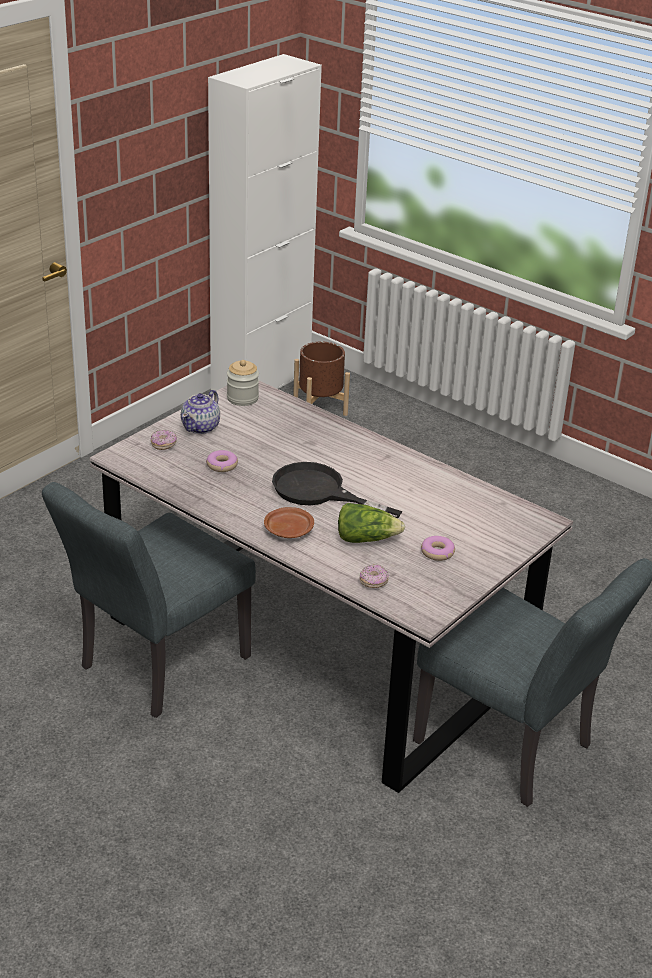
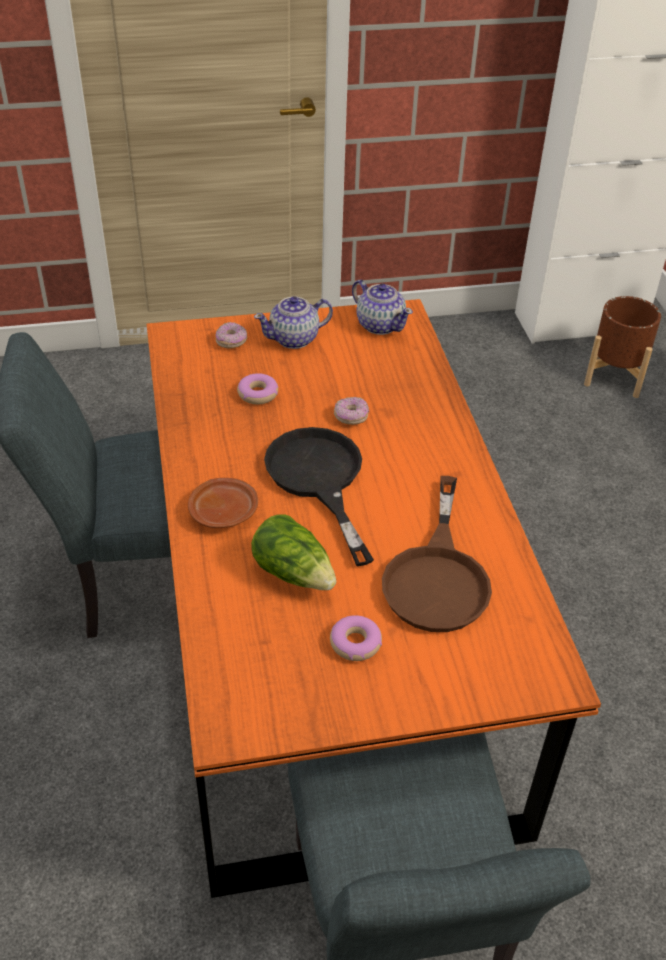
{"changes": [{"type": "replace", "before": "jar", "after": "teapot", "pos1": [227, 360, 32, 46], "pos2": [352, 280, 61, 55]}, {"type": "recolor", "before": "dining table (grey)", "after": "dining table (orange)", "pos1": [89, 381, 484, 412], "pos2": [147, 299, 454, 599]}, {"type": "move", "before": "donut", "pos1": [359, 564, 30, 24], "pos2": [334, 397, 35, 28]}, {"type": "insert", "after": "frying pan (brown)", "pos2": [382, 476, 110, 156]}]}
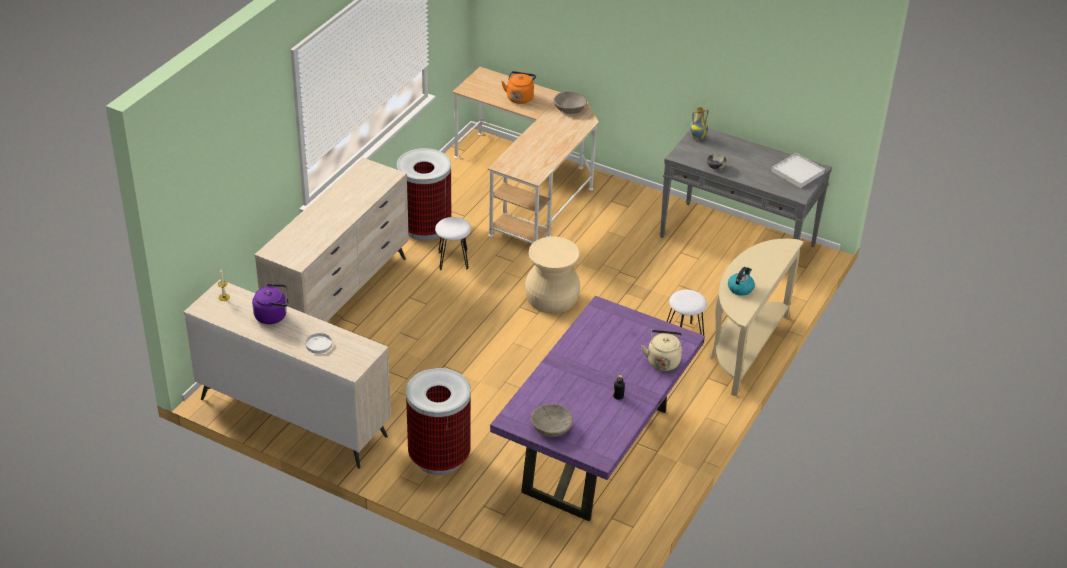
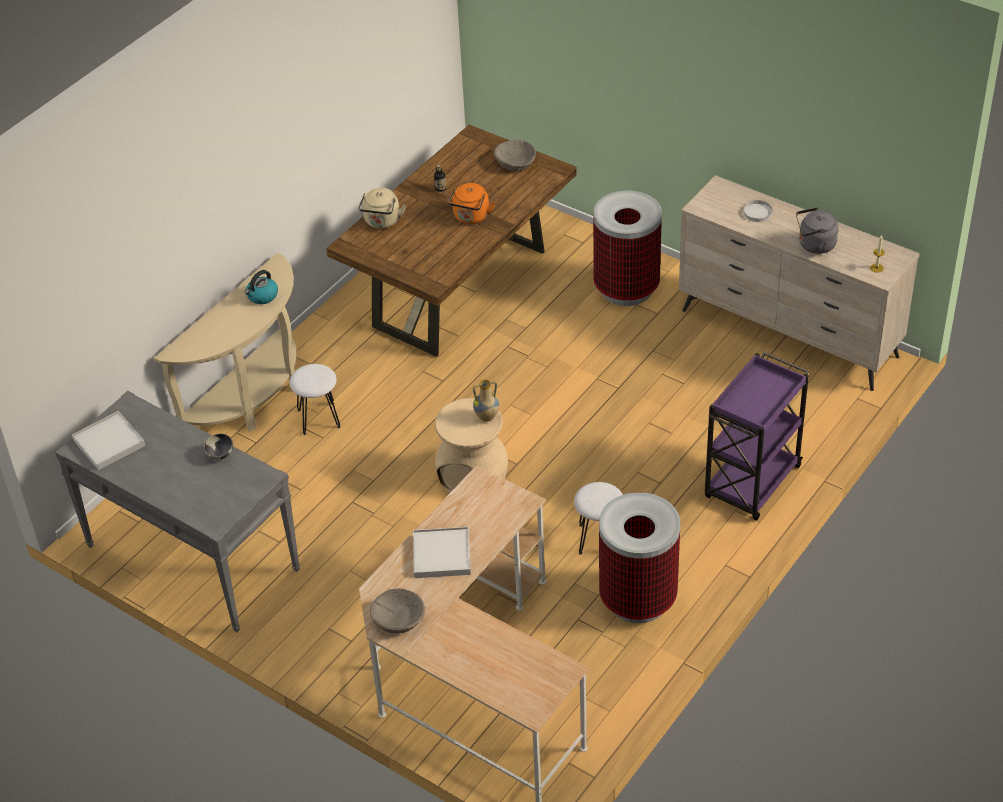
{"changes": [{"type": "move", "before": "kettle (orange)", "pos1": [501, 71, 35, 33], "pos2": [448, 183, 47, 41]}, {"type": "move", "before": "vase", "pos1": [689, 107, 20, 34], "pos2": [473, 380, 26, 42]}, {"type": "replace", "before": "dresser (beige)", "after": "cart (purple)", "pos1": [255, 158, 154, 164], "pos2": [705, 352, 104, 169]}, {"type": "recolor", "before": "kettle (purple)", "after": "kettle (grey)", "pos1": [252, 284, 36, 40], "pos2": [796, 207, 43, 47]}, {"type": "recolor", "before": "dining table (purple)", "after": "dining table (brown)", "pos1": [490, 296, 215, 225], "pos2": [326, 125, 251, 232]}, {"type": "insert", "after": "tray (white)", "pos2": [413, 527, 58, 51]}]}
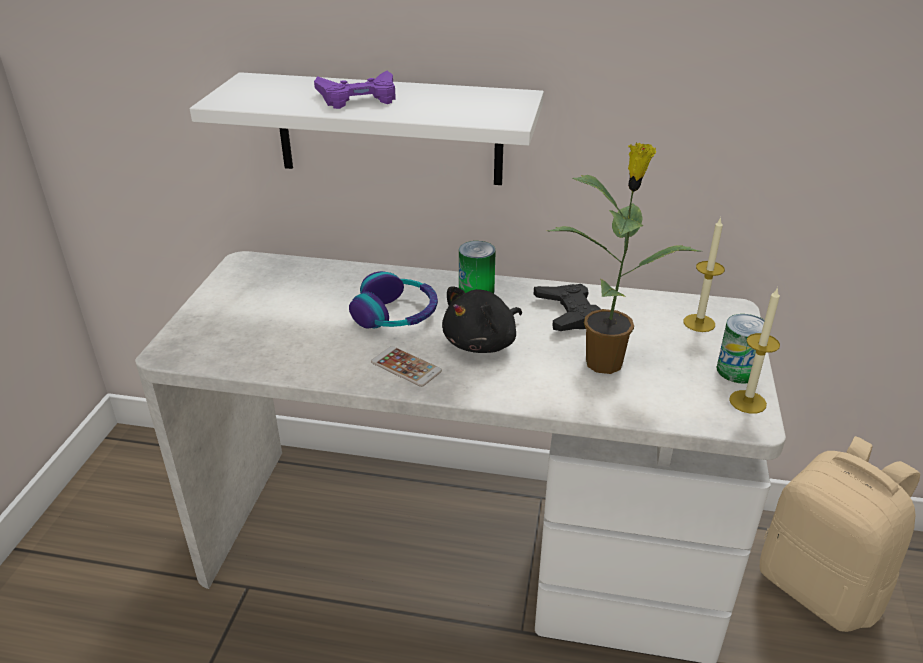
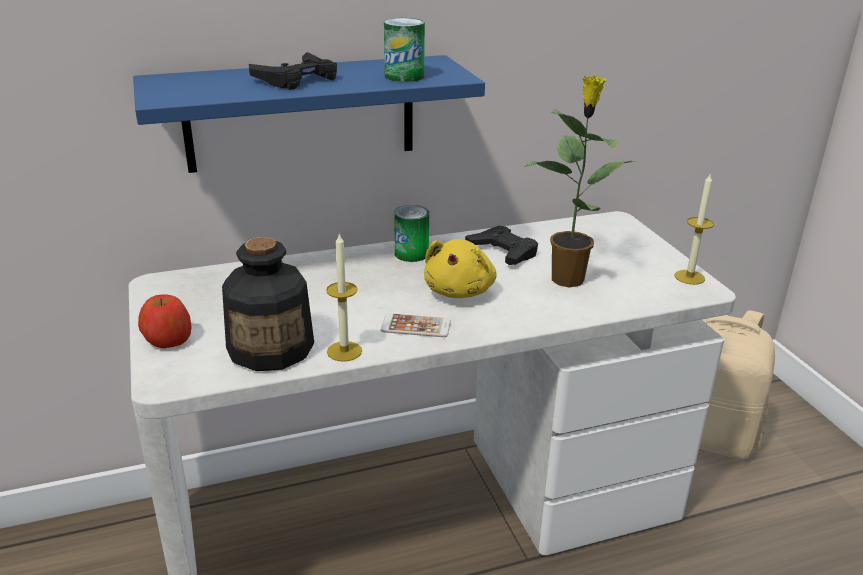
{"changes": [{"type": "recolor", "before": "game controller (purple)", "after": "game controller (black)", "pos1": [314, 71, 82, 38], "pos2": [249, 52, 88, 38]}, {"type": "recolor", "before": "shelf (white)", "after": "shelf (blue)", "pos1": [190, 72, 354, 113], "pos2": [133, 55, 352, 118]}, {"type": "move", "before": "candle", "pos1": [684, 217, 41, 115], "pos2": [326, 233, 36, 129]}, {"type": "delete", "before": "headphones", "pos1": [349, 271, 89, 58]}, {"type": "recolor", "before": "plush toy (black)", "after": "plush toy (yellow)", "pos1": [442, 286, 80, 67], "pos2": [424, 239, 73, 59]}, {"type": "move", "before": "can", "pos1": [716, 314, 49, 70], "pos2": [384, 18, 41, 64]}, {"type": "insert", "after": "bottle", "pos2": [222, 237, 92, 134]}, {"type": "insert", "after": "apple", "pos2": [138, 294, 54, 54]}]}
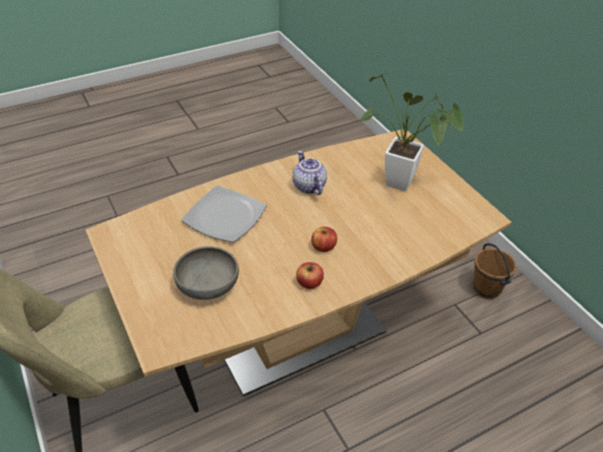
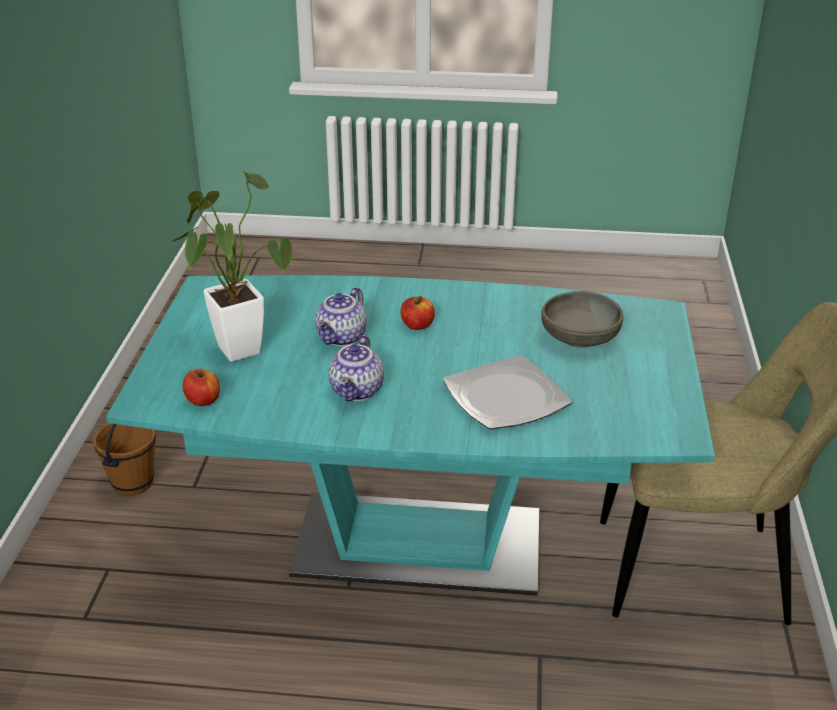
{"changes": [{"type": "recolor", "before": "dining table (brown)", "after": "dining table (turquoise)", "pos1": [86, 129, 425, 268], "pos2": [106, 275, 609, 321]}, {"type": "move", "before": "apple", "pos1": [296, 262, 28, 27], "pos2": [183, 369, 37, 37]}, {"type": "insert", "after": "teapot", "pos2": [315, 287, 52, 60]}]}
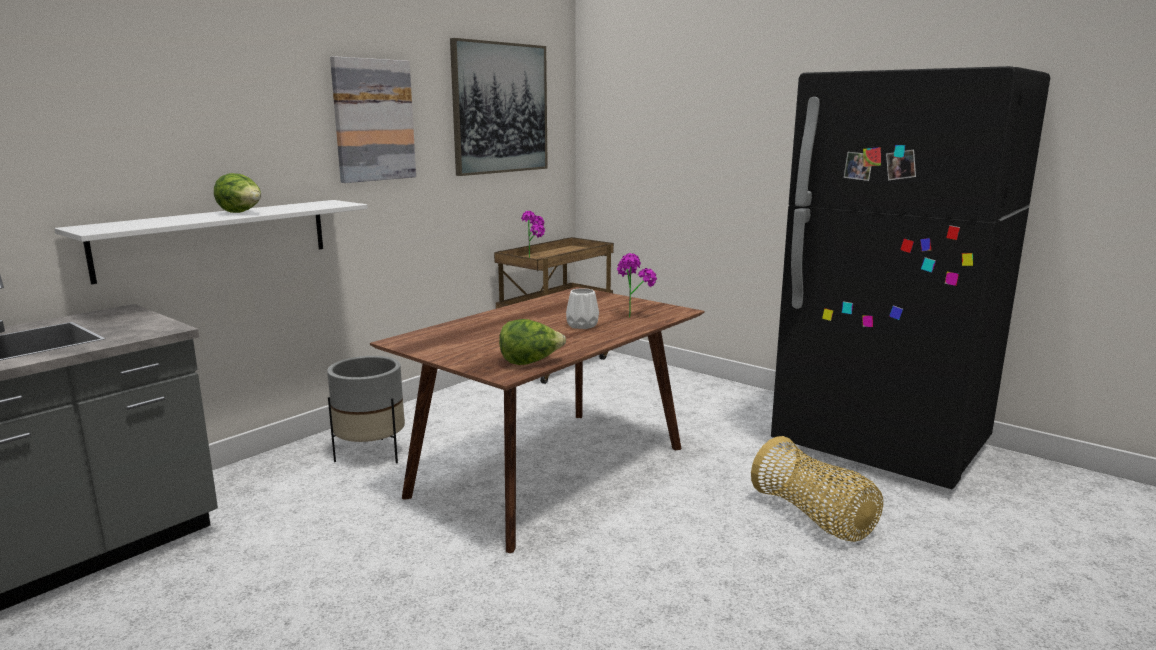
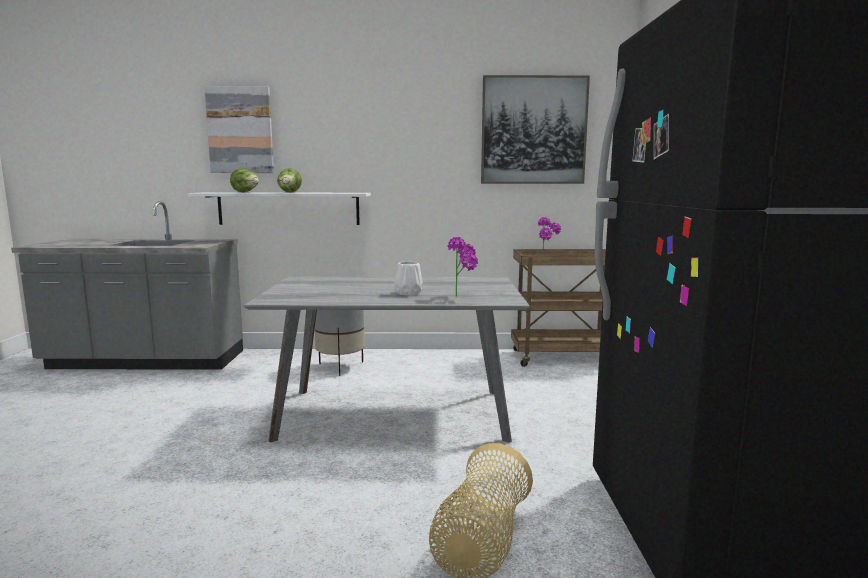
{"changes": [{"type": "move", "before": "picture", "pos1": [330, 56, 86, 127], "pos2": [204, 86, 70, 87]}, {"type": "recolor", "before": "dining table (brown)", "after": "dining table (grey)", "pos1": [370, 287, 334, 266], "pos2": [244, 277, 286, 166]}, {"type": "move", "before": "lettuce", "pos1": [499, 319, 67, 46], "pos2": [230, 168, 29, 24]}]}
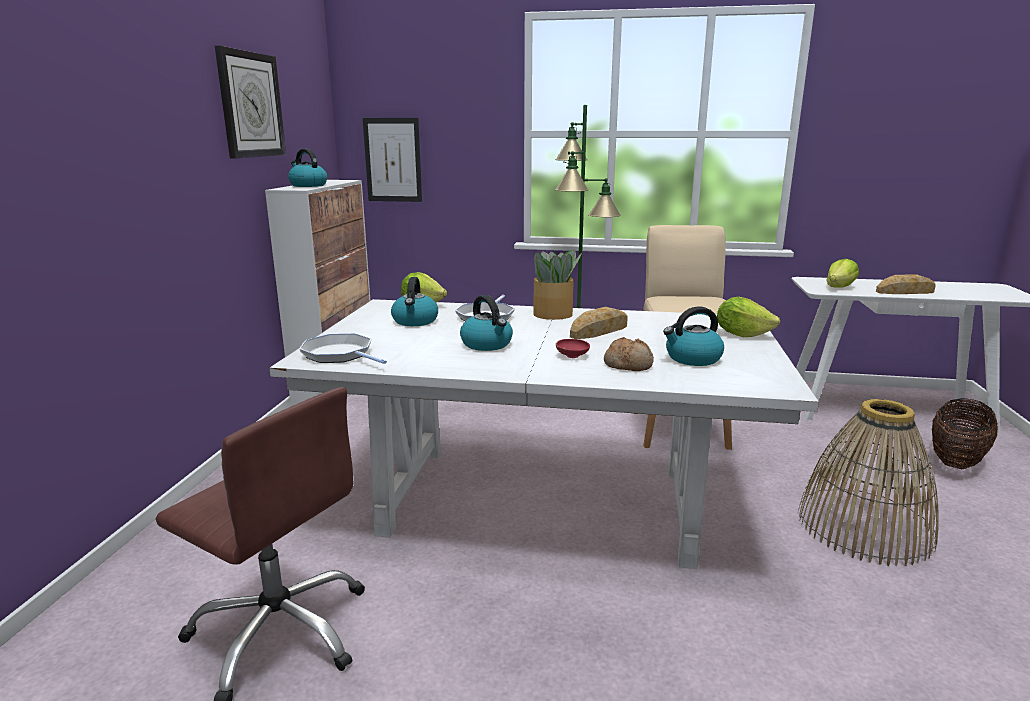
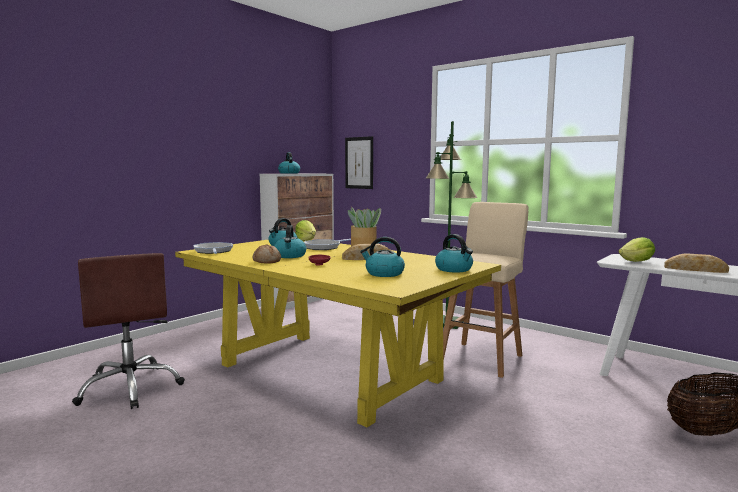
{"changes": [{"type": "delete", "before": "wall clock", "pos1": [215, 46, 71, 112]}, {"type": "replace", "before": "lettuce", "after": "kettle", "pos1": [717, 297, 63, 40], "pos2": [435, 234, 38, 39]}, {"type": "recolor", "before": "dining table (white)", "after": "dining table (yellow)", "pos1": [269, 299, 550, 270], "pos2": [175, 239, 326, 188]}, {"type": "move", "before": "bread", "pos1": [604, 337, 50, 34], "pos2": [253, 245, 28, 19]}, {"type": "delete", "before": "basket", "pos1": [798, 399, 141, 167]}]}
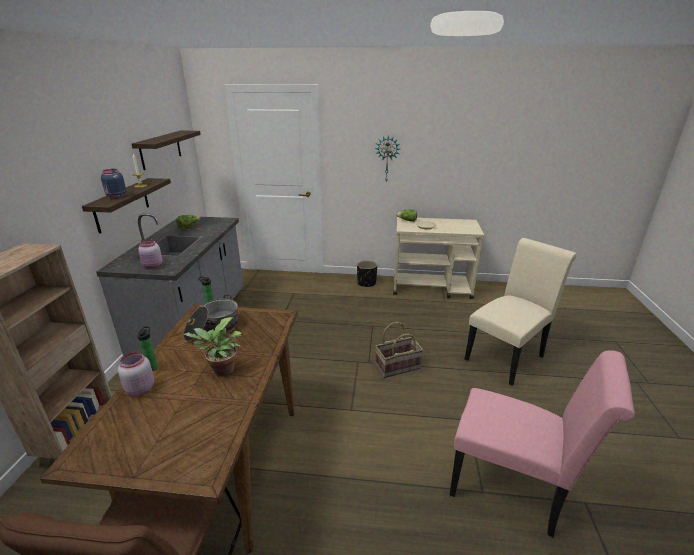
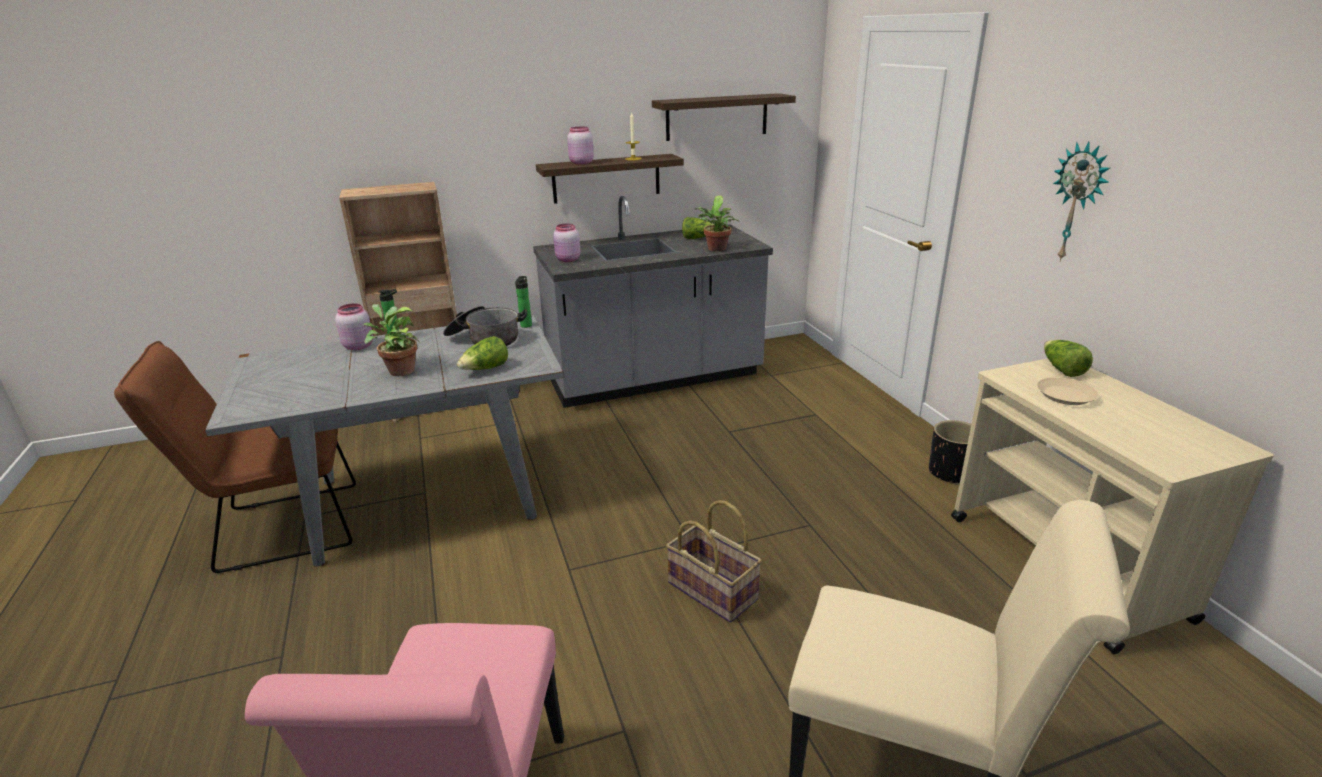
{"changes": [{"type": "recolor", "before": "jar (blue)", "after": "jar (pink)", "pos1": [101, 169, 25, 29], "pos2": [567, 127, 27, 37]}, {"type": "recolor", "before": "dining table (brown)", "after": "dining table (grey)", "pos1": [40, 304, 258, 250], "pos2": [205, 314, 359, 253]}, {"type": "insert", "after": "potted plant", "pos2": [695, 195, 44, 57]}, {"type": "insert", "after": "lettuce", "pos2": [457, 336, 51, 34]}]}
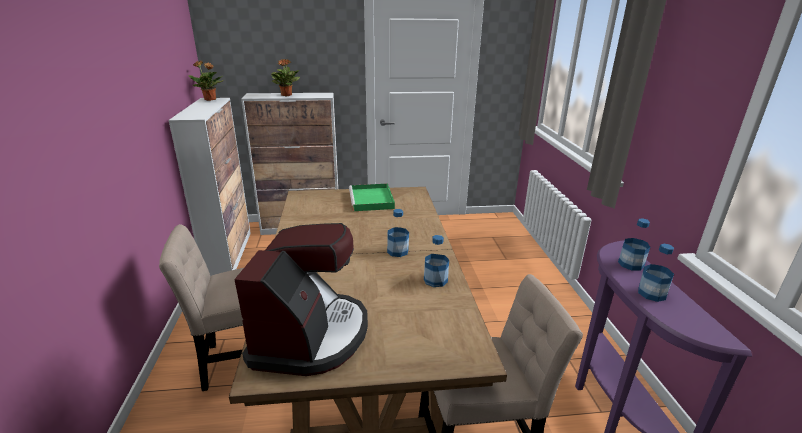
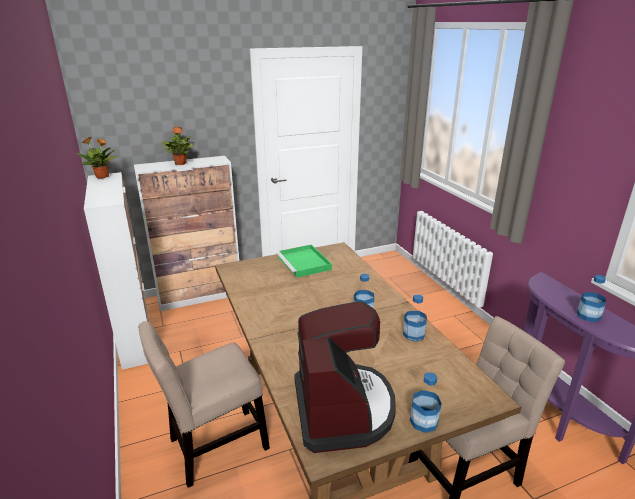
{"changes": [{"type": "move", "before": "bottle", "pos1": [618, 218, 32, 53], "pos2": [410, 372, 32, 61]}]}
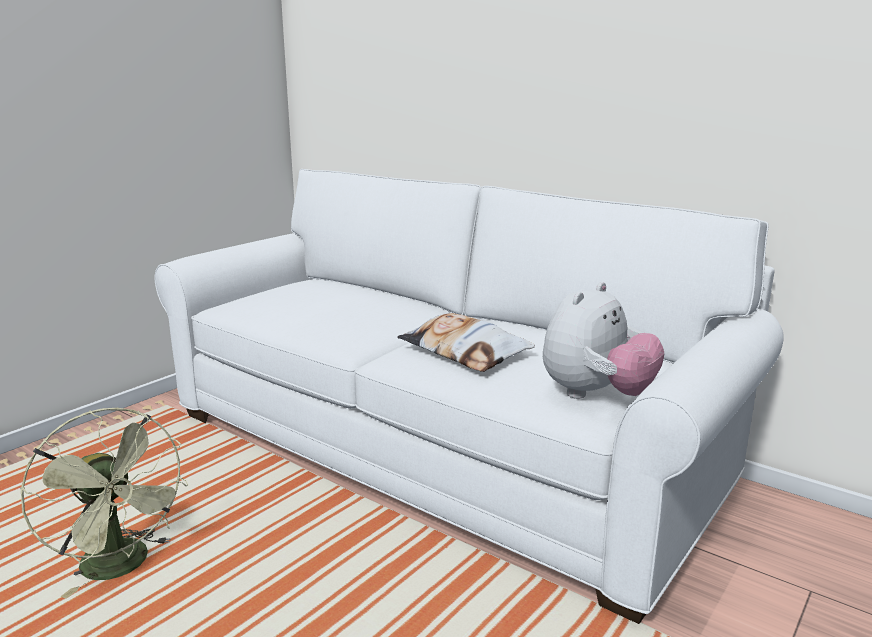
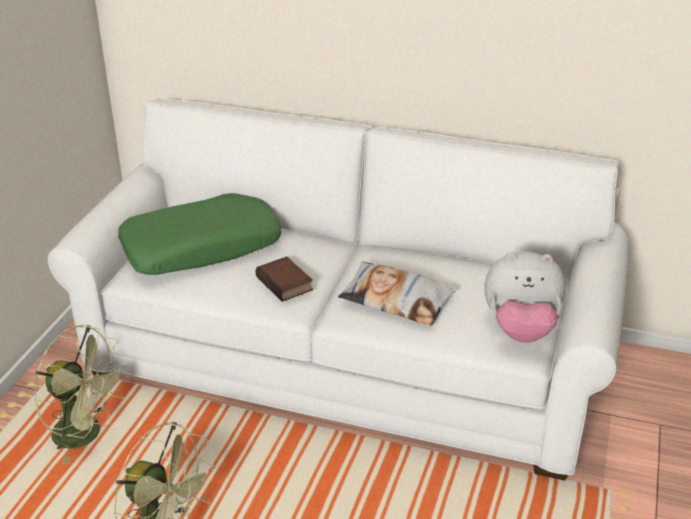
{"changes": [{"type": "rotate", "before": "plush toy", "pos1": [543, 282, 122, 117], "pos2": [484, 252, 82, 91], "turn": 75}, {"type": "insert", "after": "pillow (green)", "pos2": [118, 193, 163, 82]}, {"type": "insert", "after": "book", "pos2": [256, 256, 57, 46]}, {"type": "insert", "after": "fan (green)", "pos2": [34, 325, 93, 140]}]}
